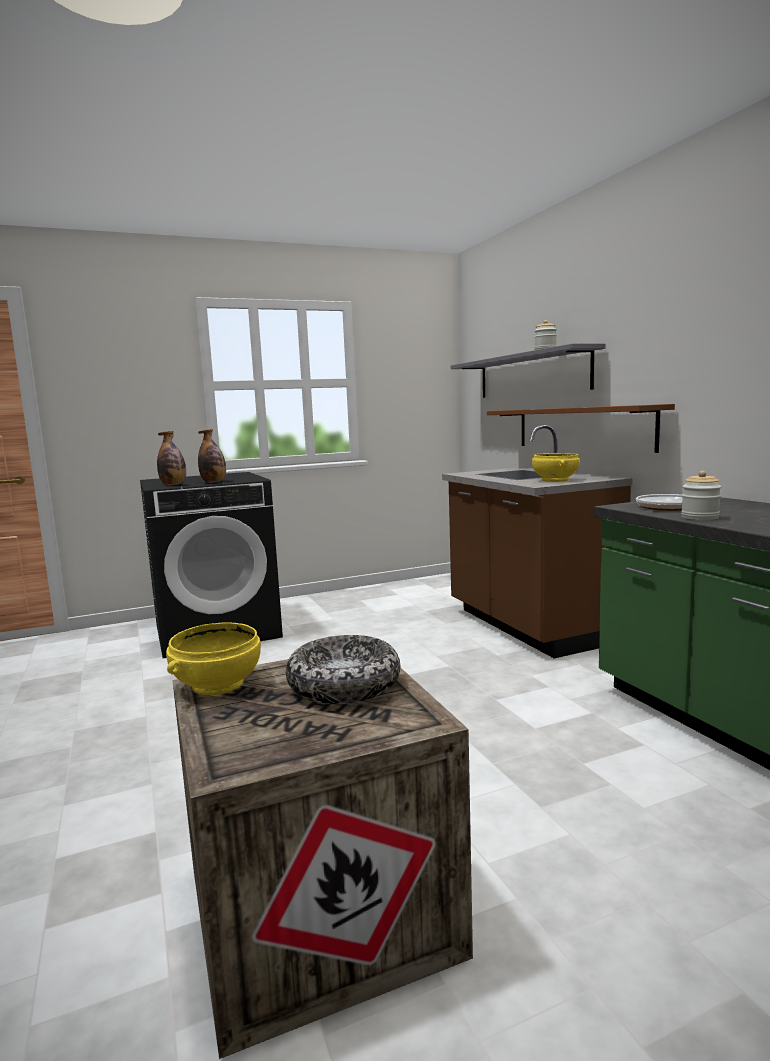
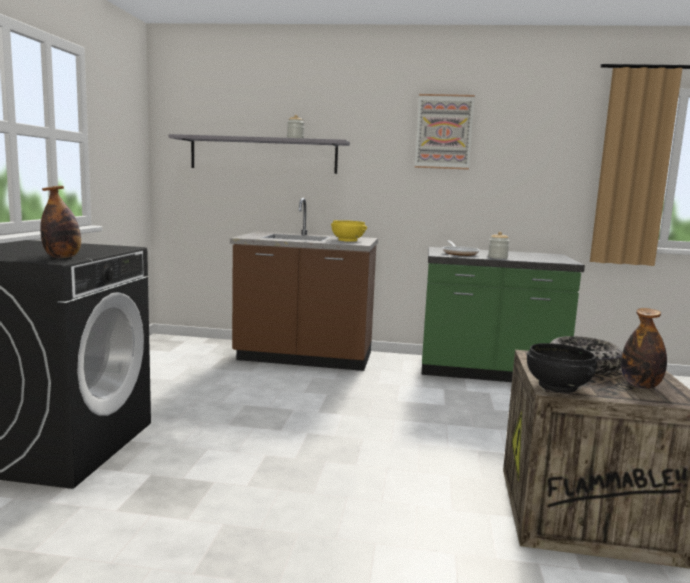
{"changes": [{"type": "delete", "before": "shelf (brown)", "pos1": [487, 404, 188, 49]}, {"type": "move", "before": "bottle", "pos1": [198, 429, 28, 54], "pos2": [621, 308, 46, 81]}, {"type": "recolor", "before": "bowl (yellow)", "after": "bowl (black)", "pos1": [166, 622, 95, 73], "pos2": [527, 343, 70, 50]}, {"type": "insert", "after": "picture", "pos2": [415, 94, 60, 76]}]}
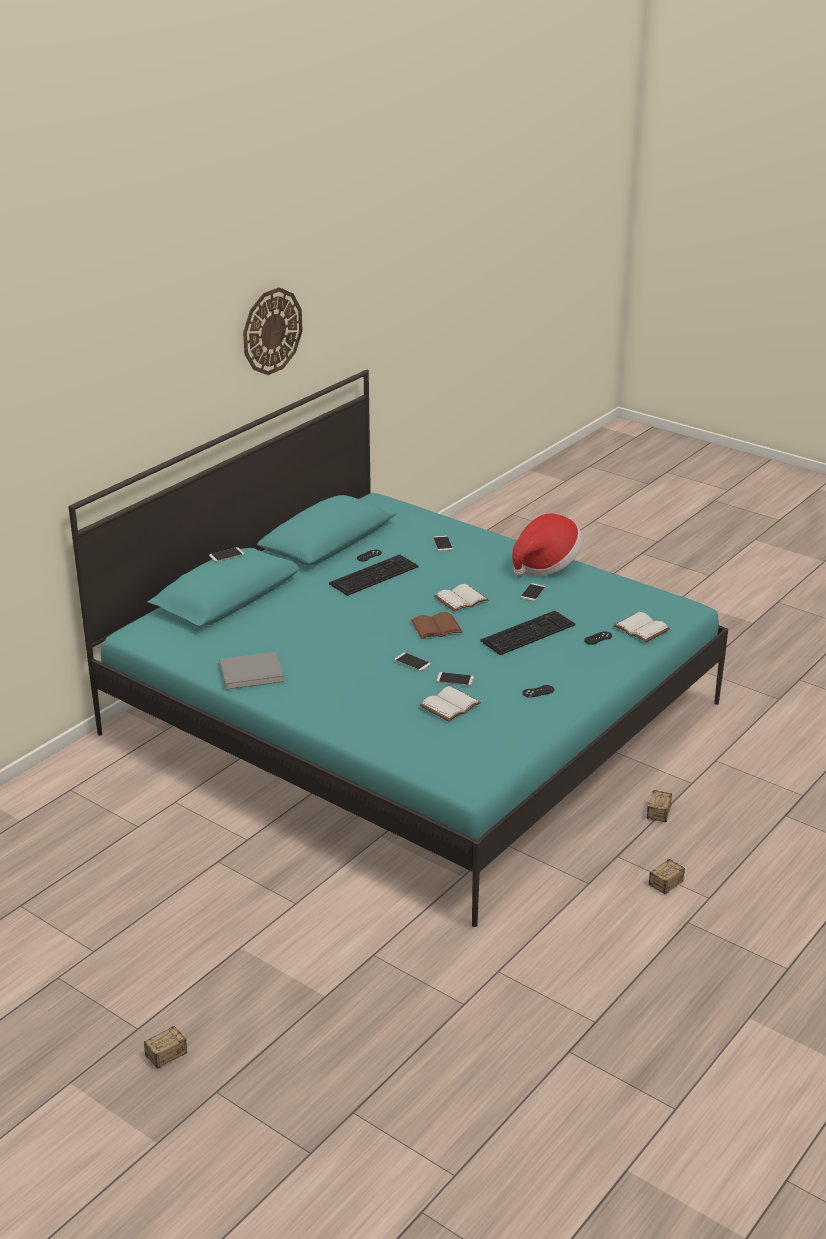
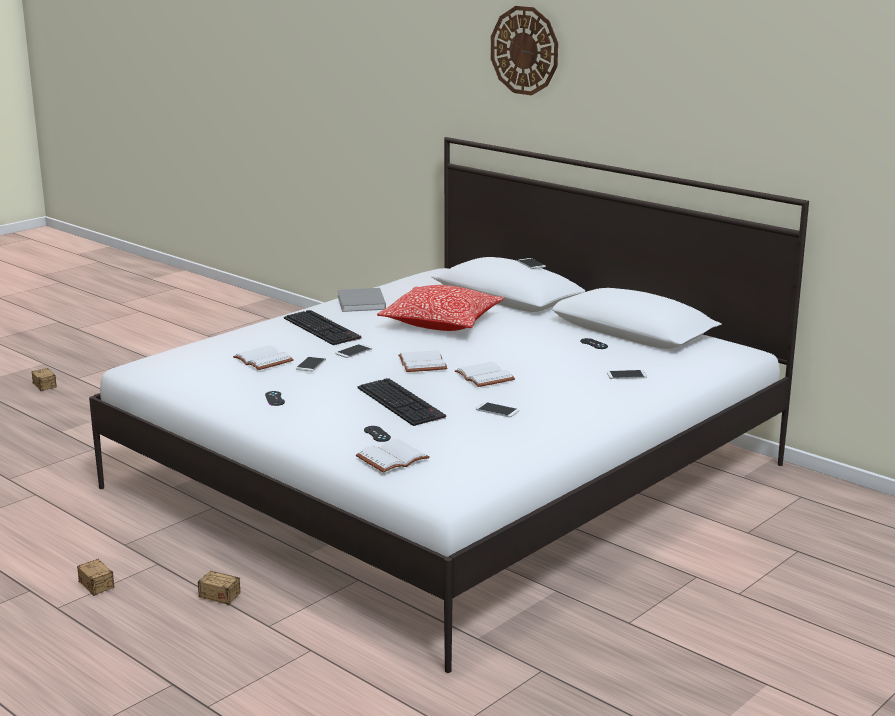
{"changes": [{"type": "move", "before": "wall clock", "pos1": [243, 287, 60, 88], "pos2": [491, 6, 67, 89]}, {"type": "recolor", "before": "bed (turquoise)", "after": "bed (white)", "pos1": [68, 369, 660, 558], "pos2": [89, 137, 720, 536]}, {"type": "delete", "before": "hat", "pos1": [512, 514, 71, 62]}, {"type": "move", "before": "keyboard", "pos1": [329, 555, 89, 41], "pos2": [284, 310, 77, 35]}, {"type": "recolor", "before": "book (brown)", "after": "book (white)", "pos1": [411, 612, 52, 27], "pos2": [398, 350, 49, 22]}, {"type": "insert", "after": "pillow", "pos2": [377, 285, 127, 46]}]}
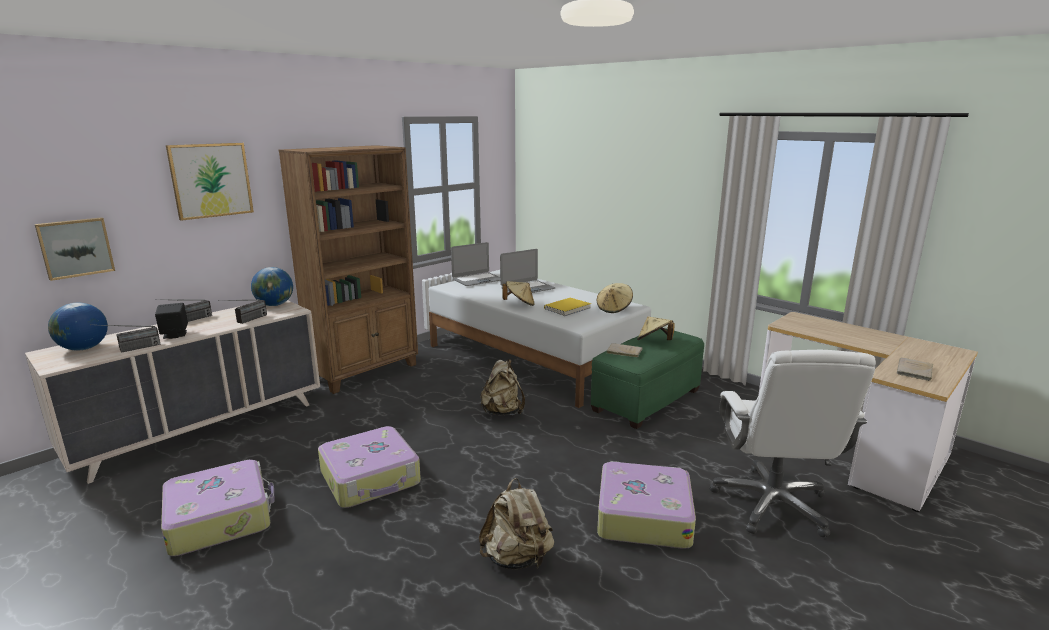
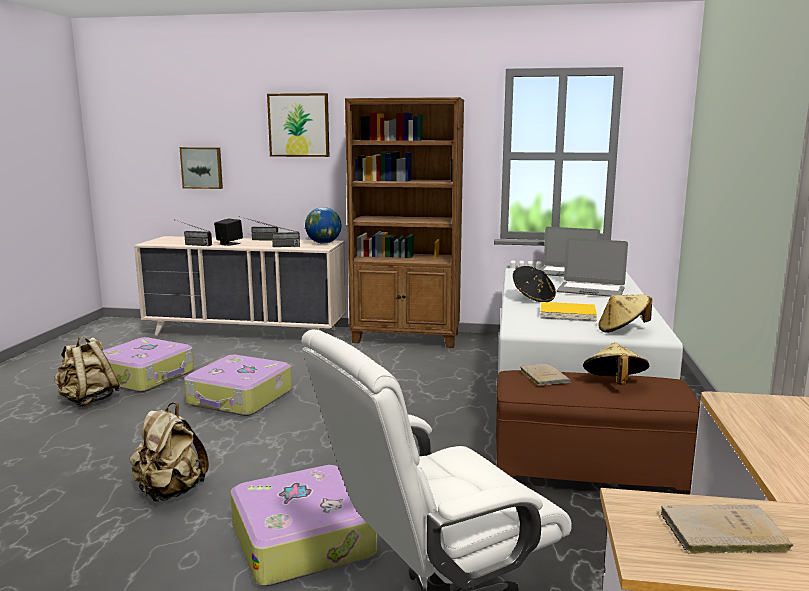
{"changes": [{"type": "recolor", "before": "hat (beige)", "after": "hat (black)", "pos1": [502, 281, 33, 25], "pos2": [513, 266, 43, 36]}, {"type": "delete", "before": "globe", "pos1": [48, 303, 60, 48]}, {"type": "recolor", "before": "ottoman (green)", "after": "ottoman (brown)", "pos1": [591, 328, 113, 101], "pos2": [496, 370, 204, 125]}, {"type": "move", "before": "backpack (beige)", "pos1": [480, 359, 45, 56], "pos2": [54, 337, 66, 70]}]}
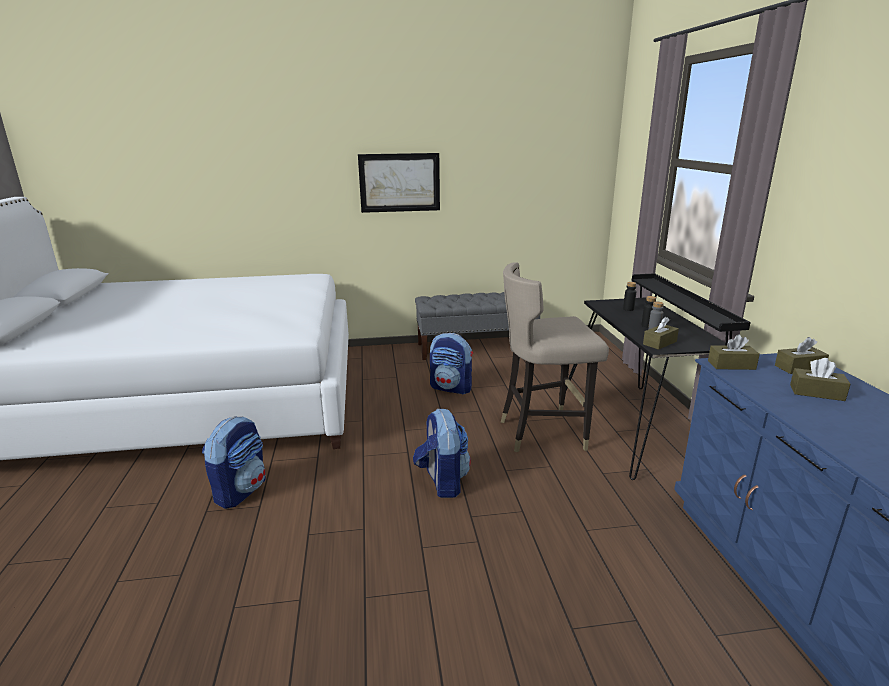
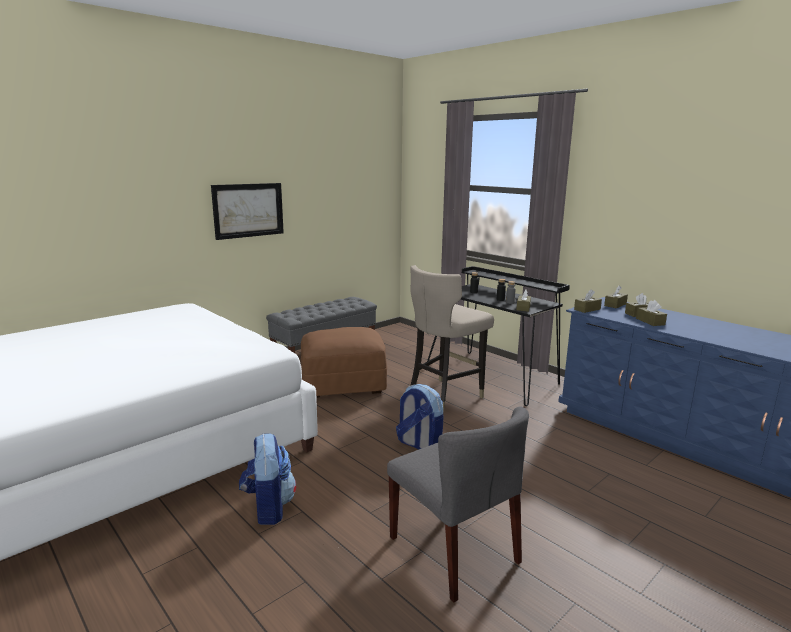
{"changes": [{"type": "replace", "before": "backpack", "after": "ottoman (brown)", "pos1": [430, 333, 43, 62], "pos2": [301, 327, 86, 71]}, {"type": "insert", "after": "tissue box (brown)", "pos2": [636, 300, 31, 26]}, {"type": "insert", "after": "chair (grey)", "pos2": [387, 406, 142, 197]}]}
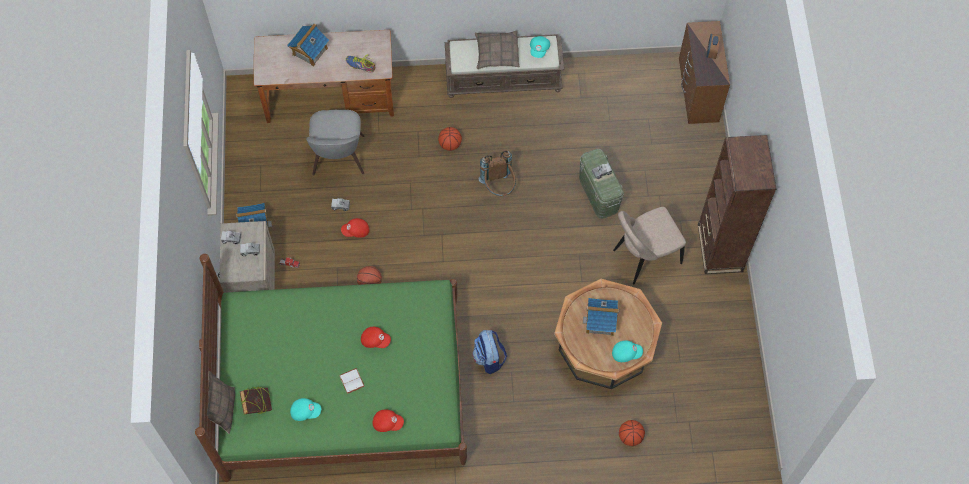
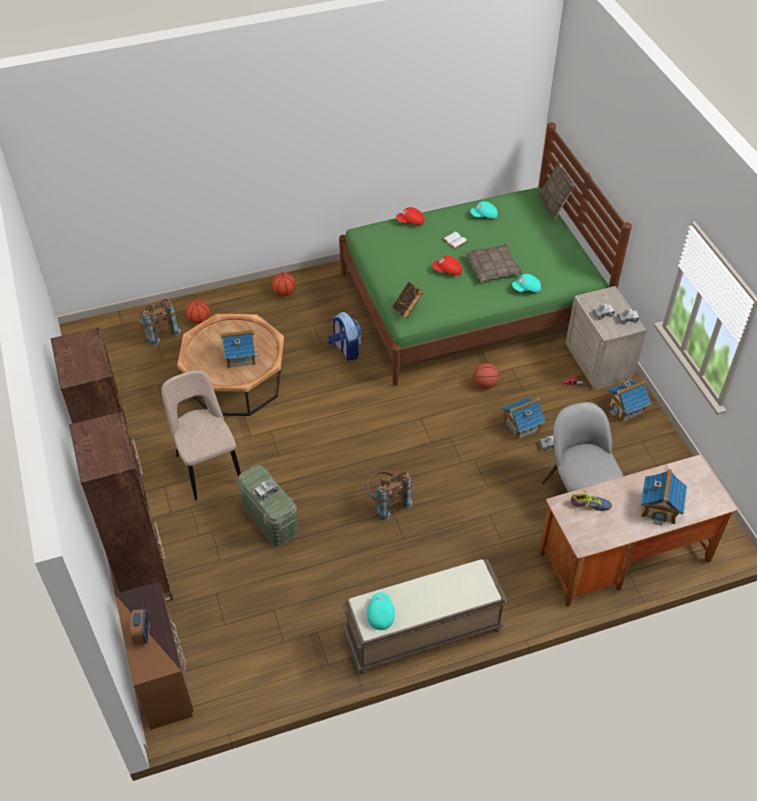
{"changes": [{"type": "move", "before": "pillow", "pos1": [475, 31, 45, 38], "pos2": [464, 243, 60, 39]}, {"type": "move", "before": "basketball", "pos1": [438, 127, 24, 24], "pos2": [272, 272, 23, 24]}, {"type": "rotate", "before": "chair (beige)", "pos1": [613, 207, 73, 78], "pos2": [161, 370, 80, 130], "turn": -75}, {"type": "replace", "before": "cap (red)", "after": "toy house", "pos1": [341, 218, 29, 20], "pos2": [502, 398, 44, 43]}, {"type": "move", "before": "cap (turquoise)", "pos1": [612, 341, 31, 21], "pos2": [512, 274, 29, 18]}, {"type": "move", "before": "book", "pos1": [240, 387, 32, 27], "pos2": [392, 282, 31, 36]}, {"type": "insert", "after": "backpack (brown)", "pos2": [138, 299, 43, 47]}, {"type": "insert", "after": "bookcase (brown)", "pos2": [69, 411, 104, 191]}]}
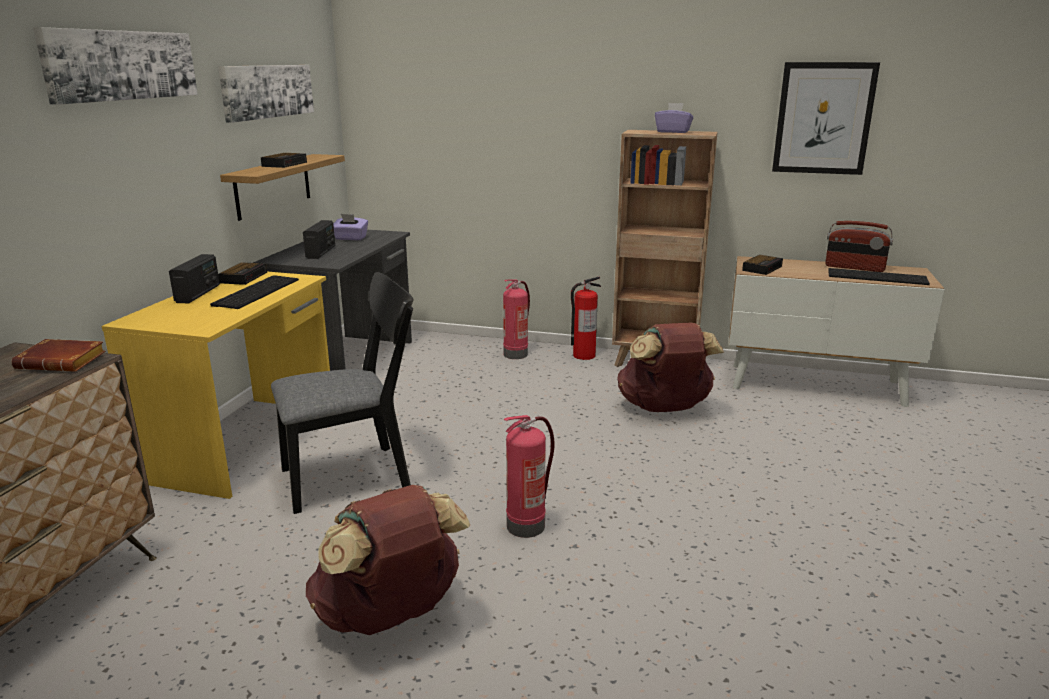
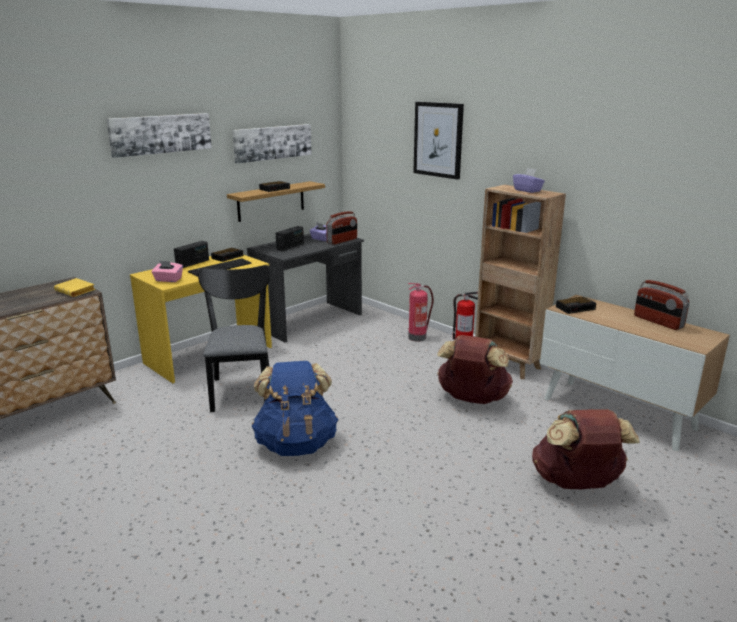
{"changes": [{"type": "move", "before": "picture", "pos1": [772, 62, 108, 113], "pos2": [413, 102, 51, 78]}, {"type": "delete", "before": "keyboard", "pos1": [828, 268, 102, 17]}, {"type": "rotate", "before": "chair (black)", "pos1": [271, 272, 143, 242], "pos2": [198, 265, 72, 147], "turn": -105}, {"type": "recolor", "before": "book (brown)", "after": "book (yellow)", "pos1": [11, 339, 95, 33], "pos2": [54, 278, 41, 19]}, {"type": "replace", "before": "fire extinguisher", "after": "backpack (blue)", "pos1": [504, 415, 50, 123], "pos2": [252, 361, 86, 95]}, {"type": "move", "before": "backpack (brown)", "pos1": [306, 485, 164, 150], "pos2": [532, 409, 108, 80]}, {"type": "insert", "after": "radio", "pos2": [326, 211, 31, 34]}, {"type": "insert", "after": "tissue box (pink)", "pos2": [151, 260, 32, 22]}]}
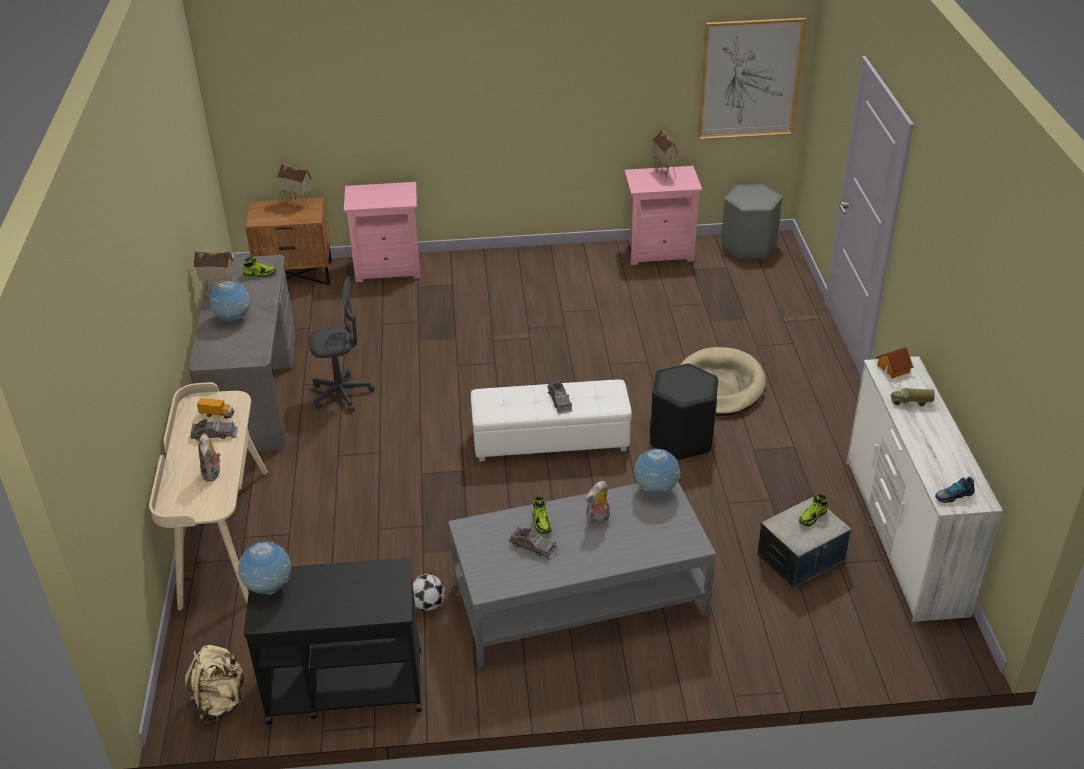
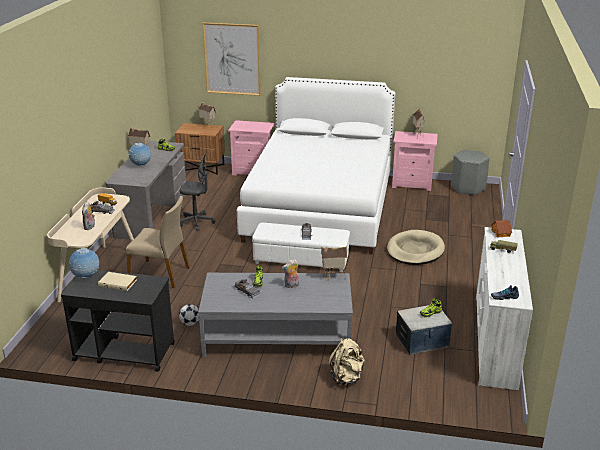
{"changes": [{"type": "move", "before": "picture", "pos1": [698, 18, 108, 122], "pos2": [203, 23, 58, 73]}, {"type": "delete", "before": "stool (black)", "pos1": [650, 364, 68, 97]}, {"type": "replace", "before": "globe", "after": "toy house", "pos1": [634, 449, 47, 45], "pos2": [321, 246, 26, 34]}, {"type": "move", "before": "backpack (beige)", "pos1": [184, 645, 63, 78], "pos2": [329, 338, 36, 48]}, {"type": "insert", "after": "bed (white)", "pos2": [237, 77, 158, 178]}, {"type": "insert", "after": "chair (beige)", "pos2": [126, 196, 64, 92]}, {"type": "insert", "after": "book (beige)", "pos2": [98, 272, 39, 19]}]}
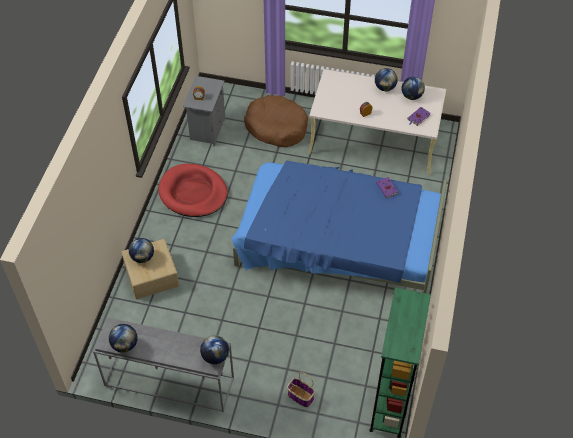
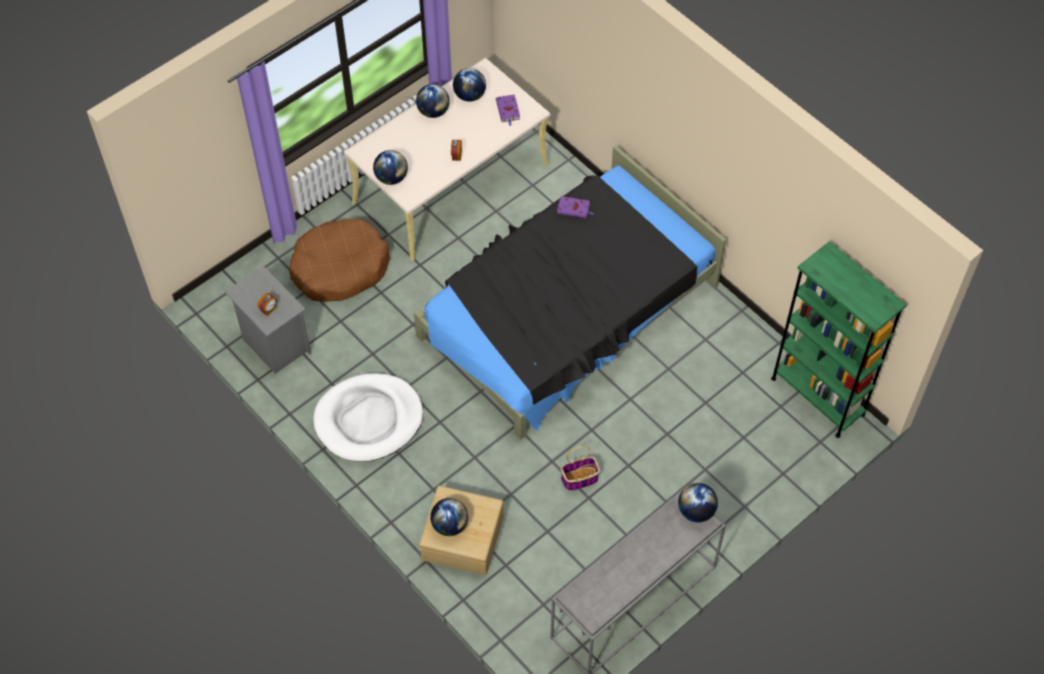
{"changes": [{"type": "recolor", "before": "bed (blue)", "after": "bed (black)", "pos1": [231, 160, 216, 133], "pos2": [414, 146, 312, 293]}, {"type": "recolor", "before": "dog bed (red)", "after": "dog bed (white)", "pos1": [158, 164, 70, 53], "pos2": [313, 373, 110, 89]}, {"type": "move", "before": "globe", "pos1": [109, 324, 29, 28], "pos2": [373, 150, 35, 35]}, {"type": "move", "before": "basket", "pos1": [287, 372, 28, 35], "pos2": [561, 446, 39, 45]}]}
